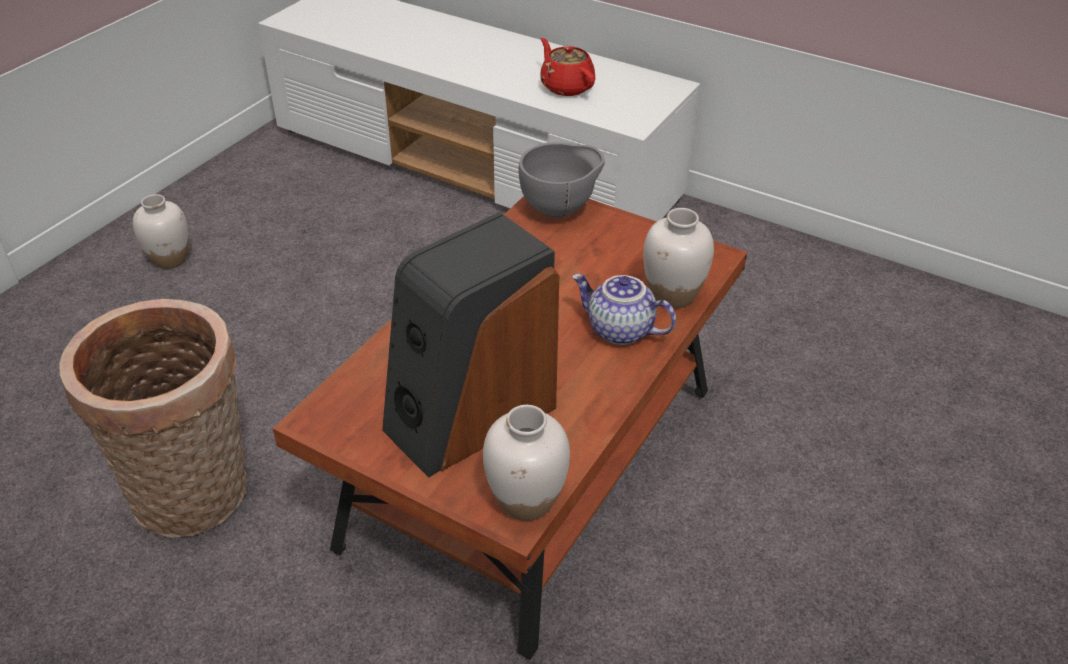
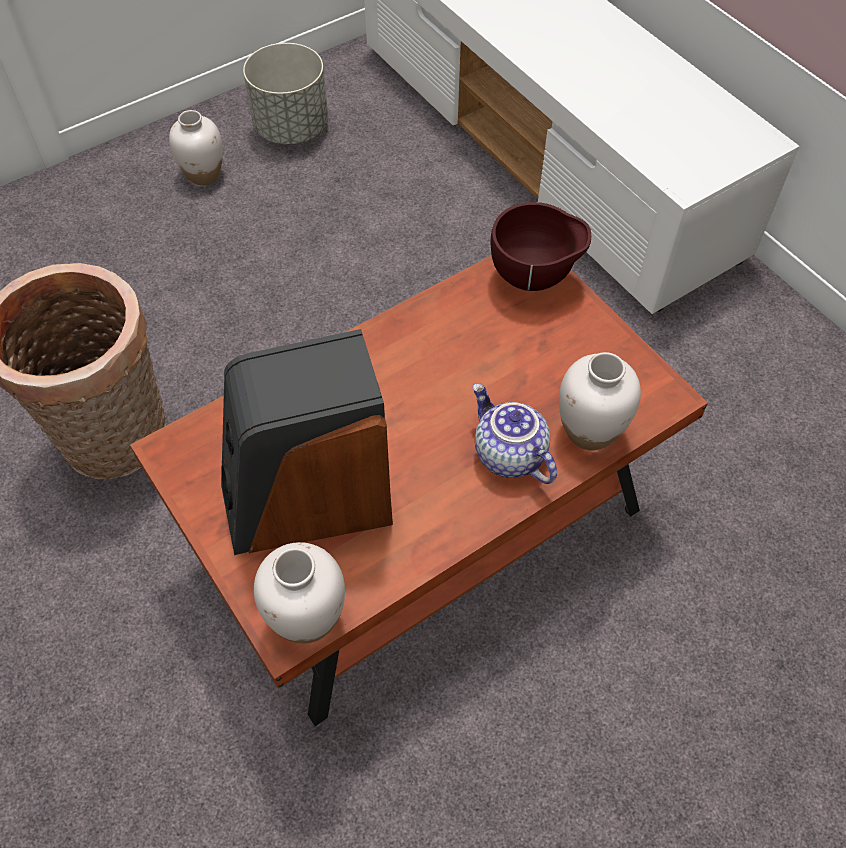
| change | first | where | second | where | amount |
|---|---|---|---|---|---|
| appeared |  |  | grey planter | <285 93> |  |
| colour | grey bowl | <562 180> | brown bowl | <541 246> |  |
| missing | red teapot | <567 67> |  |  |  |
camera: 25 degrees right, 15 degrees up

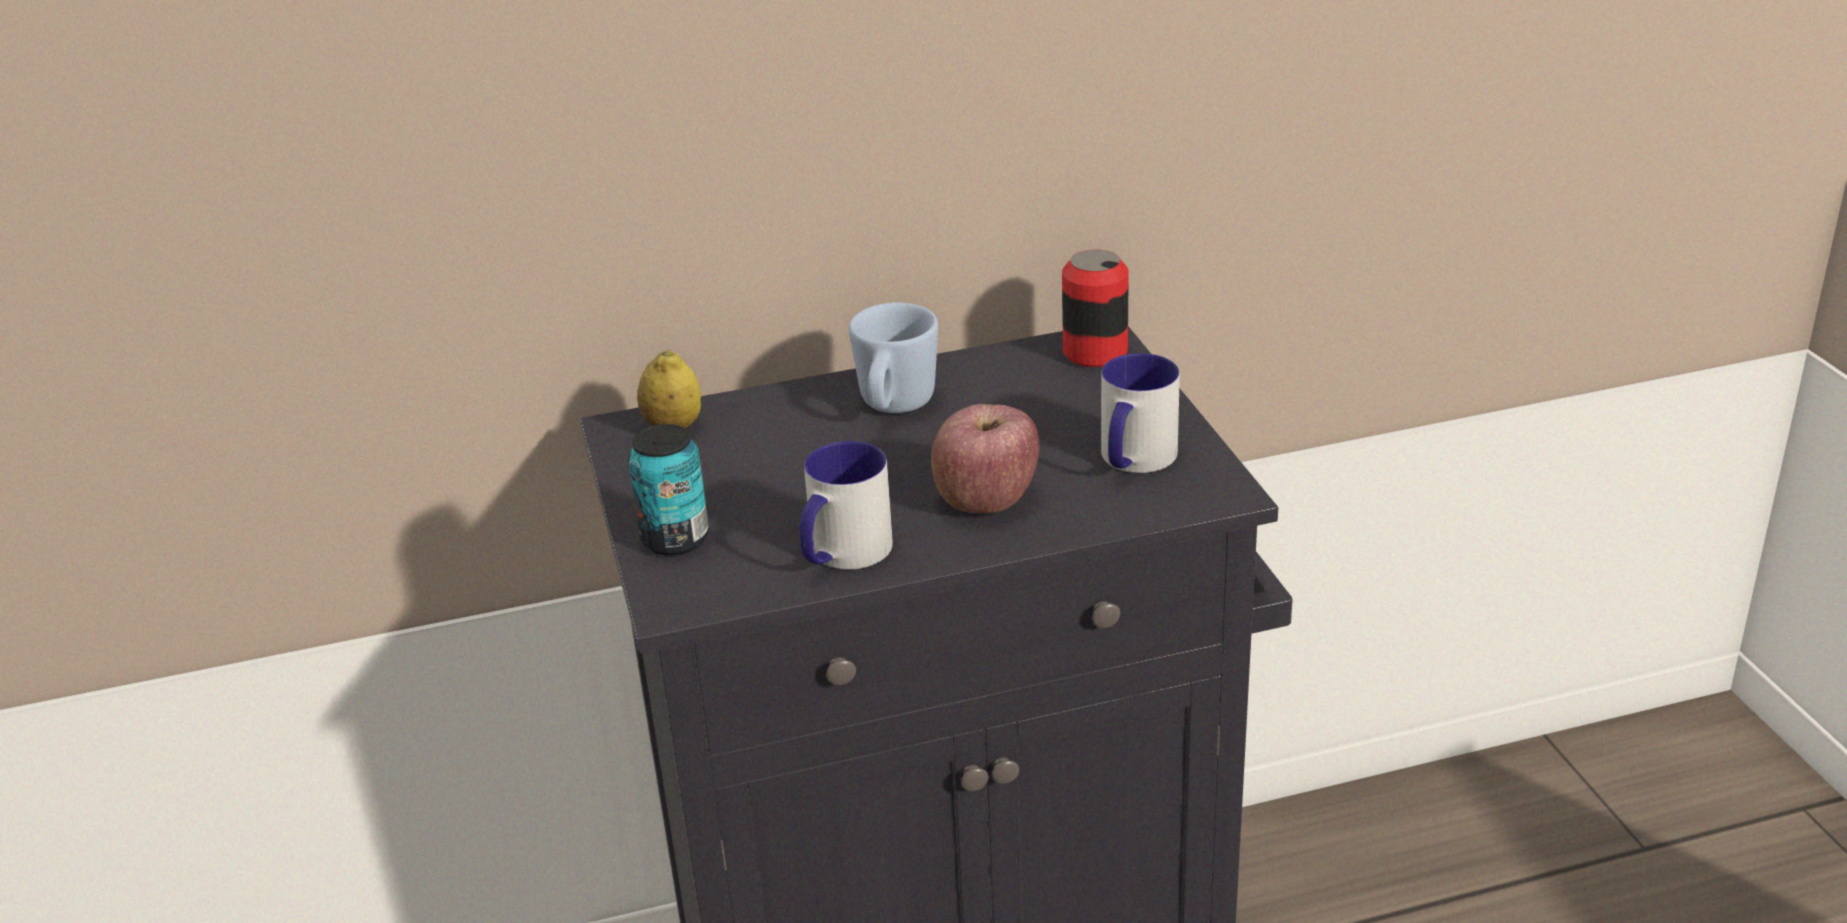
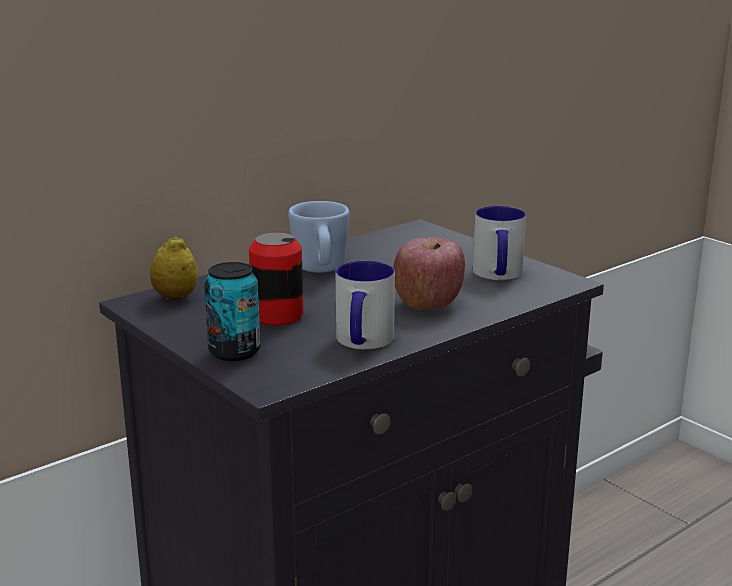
| change | first | where | second | where | amount |
|---|---|---|---|---|---|
| relocated | can | <1095 308> |  | <276 279> |  |
camera: 25 degrees left, 10 degrees down

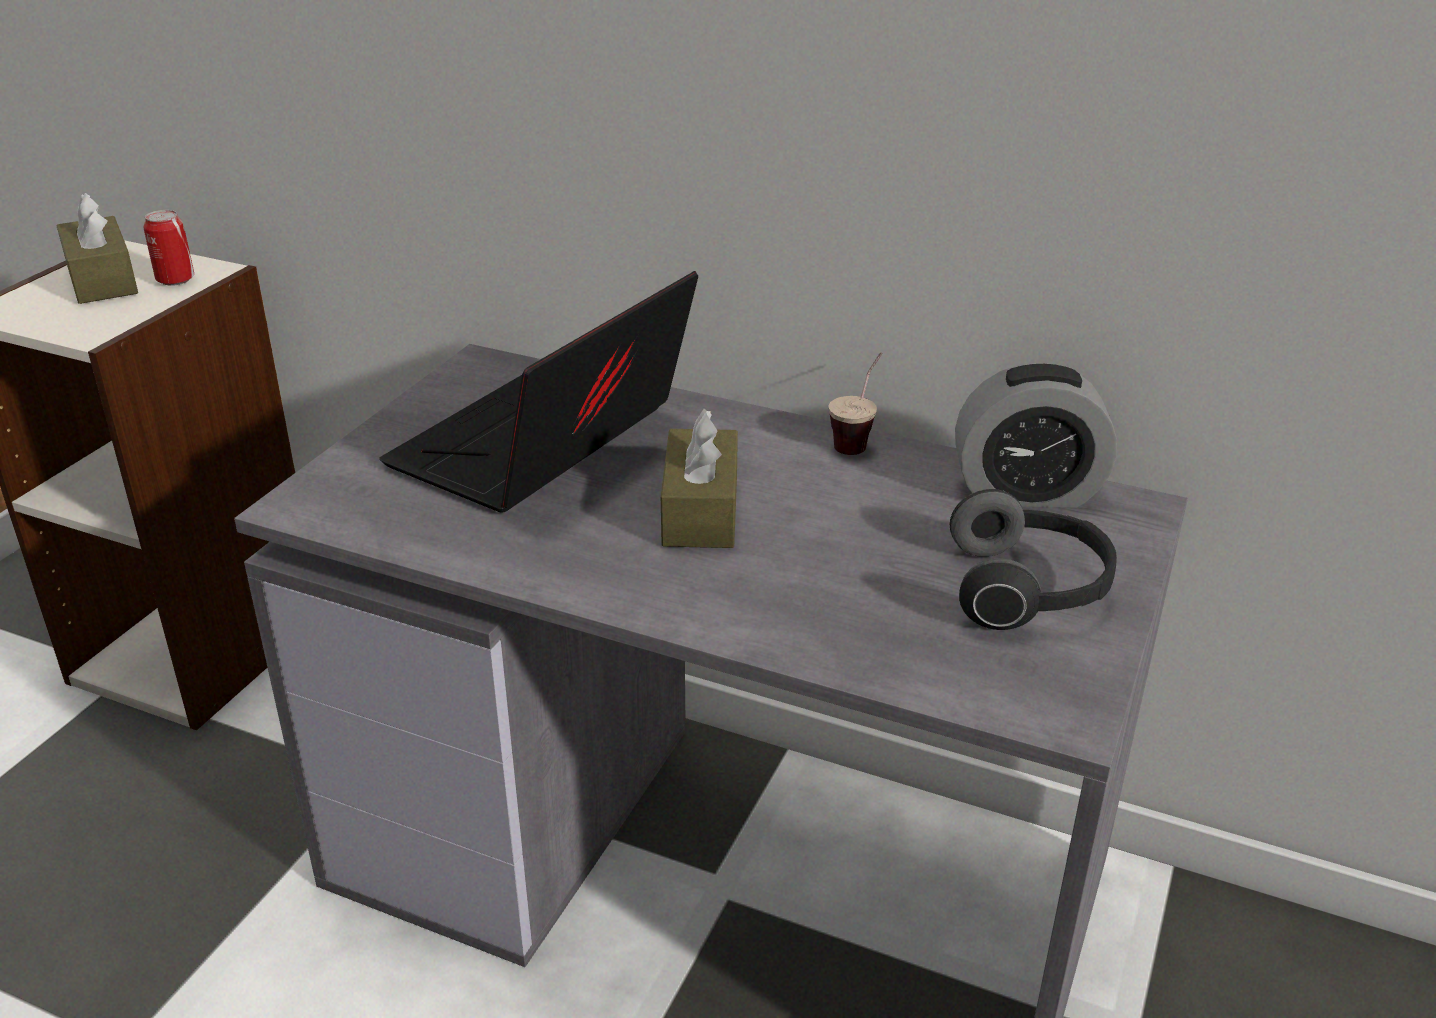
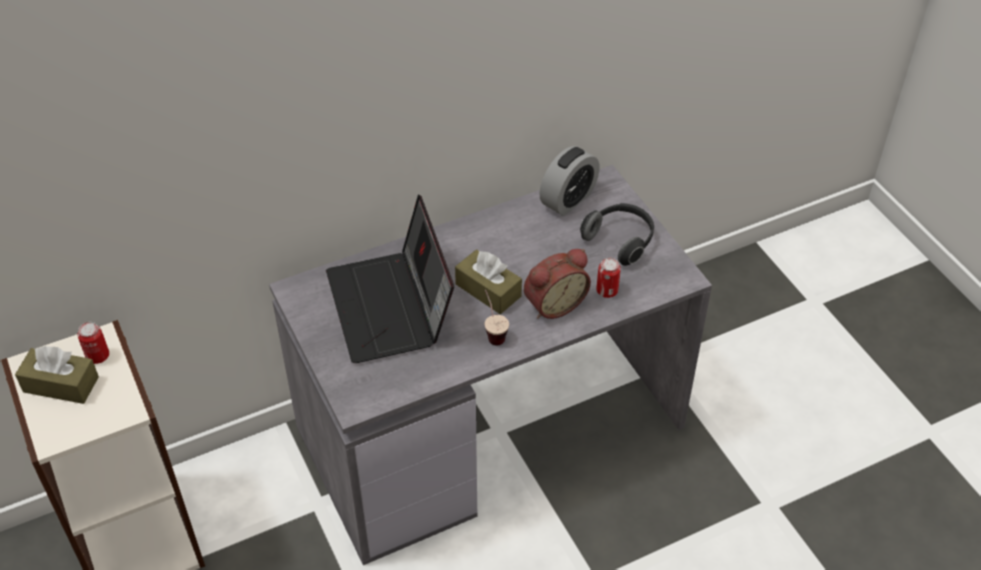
| change | first | where | second | where | amount |
|---|---|---|---|---|---|
| relocated | cup | <855 403> |  | <496 318> |  |
| appeared |  |  | alarm clock | <557 284> |  |
| appeared |  |  | can | <608 278> |  |
camera: 50 degrees left, 15 degrees up

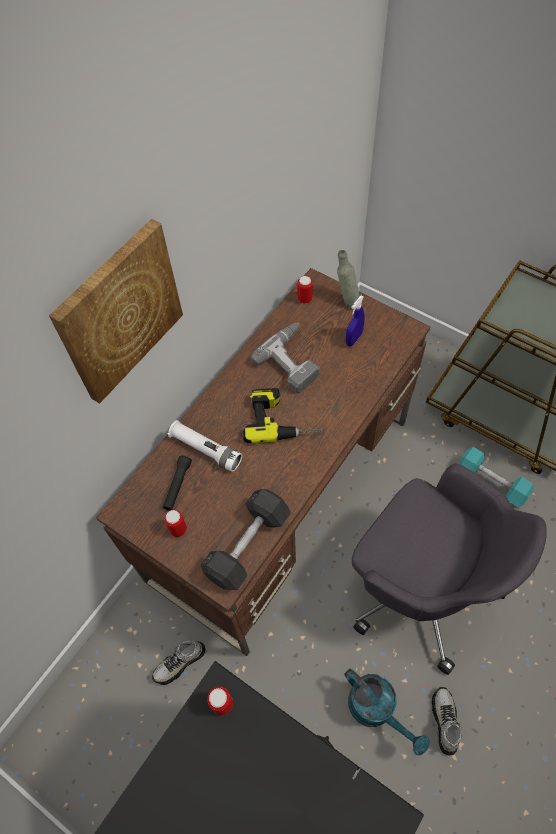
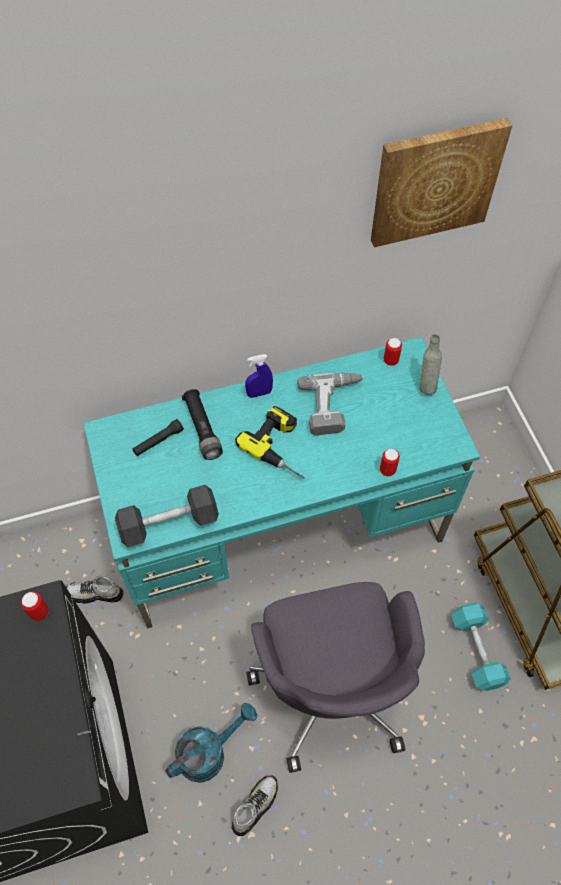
| change | first | where | second | where | amount |
|---|---|---|---|---|---|
| colour | brown desk | <263 462> | turquoise desk | <281 482> |  |
| spun | turquoise watering can | <387 712> |  | <211 743> | 120 degrees counterclockwise |
| colour | white flashlight | <205 446> | black flashlight | <202 424> |  |
| relocated | blue spray bottle | <355 321> |  | <259 376> |  |
| relocated | picture | <116 311> |  | <442 182> |  |
| relocated | can | <175 523> |  | <390 462> |  |
camera: 35 degrees right, 0 degrees up

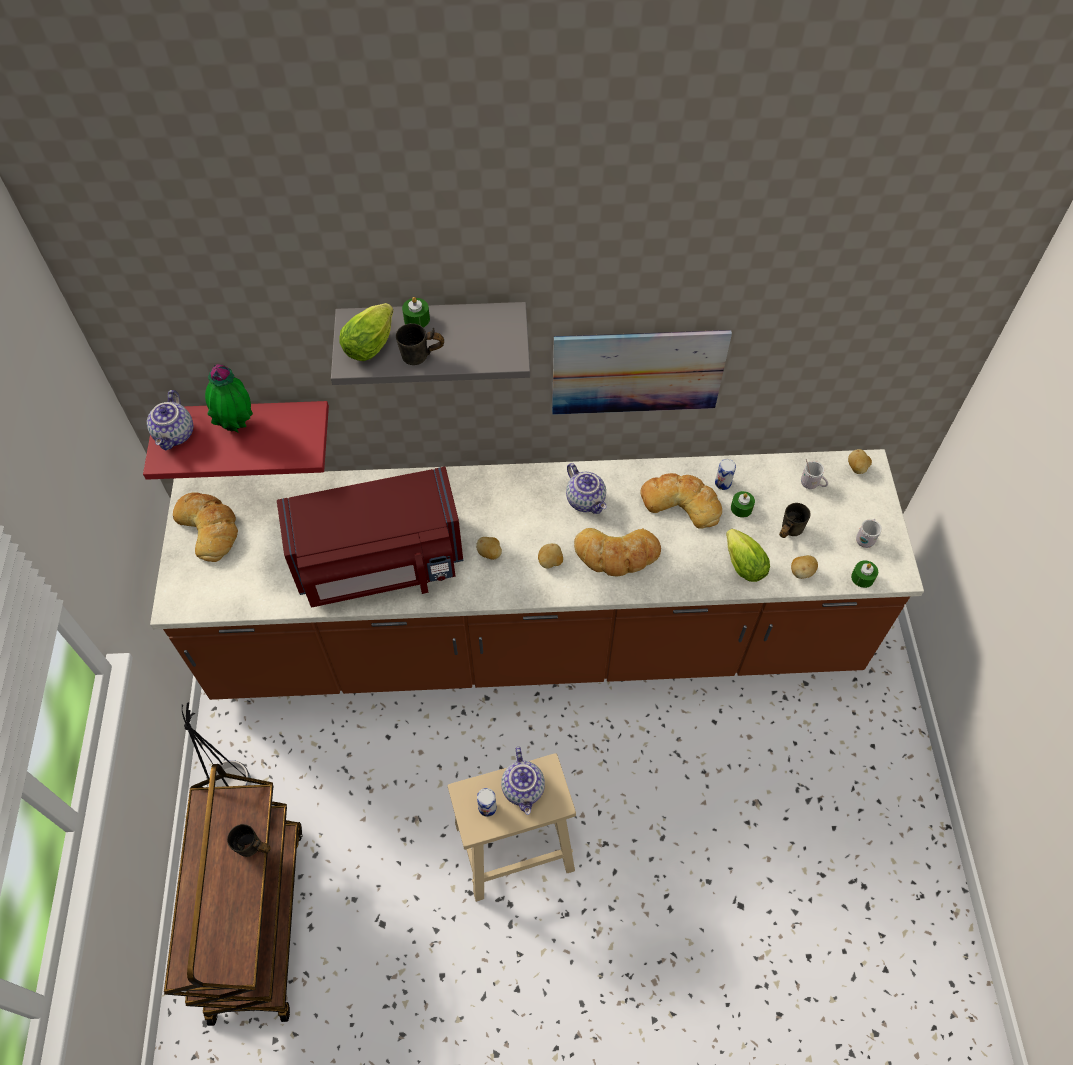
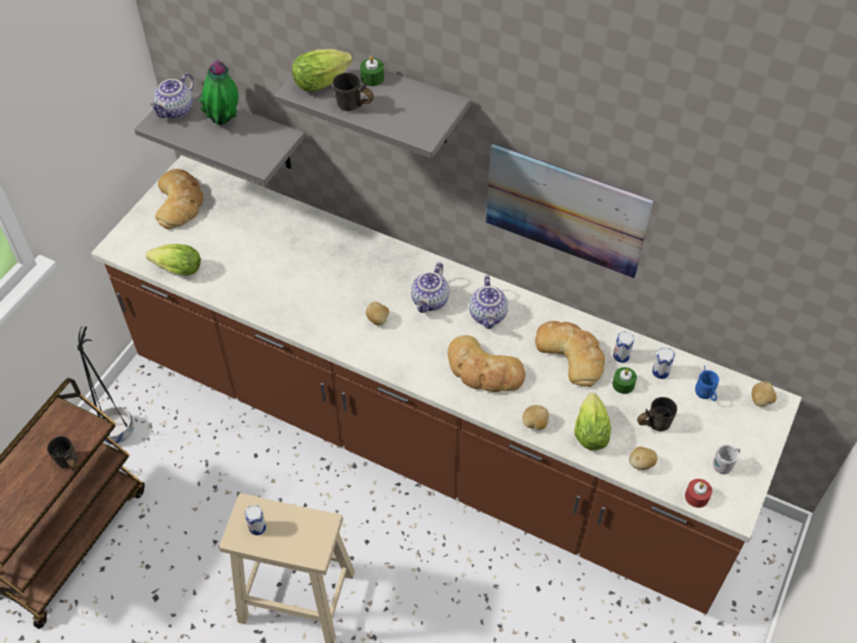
| change | first | where | second | where | amount |
|---|---|---|---|---|---|
| colour | red shelf | <236 440> | grey shelf | <219 138> |  |
| appeared |  |  | lettuce | <173 260> |  |
| relocated | teapot | <523 781> |  | <430 287> |  |
| relocated | potato | <550 556> |  | <535 417> |  |
| appeared |  |  | can | <663 363> |  |
| colour | green candle | <864 574> | red candle | <698 493> |  |
| colour | white mug | <814 474> | blue mug | <707 383> |  |
| missing | red microwave | <370 537> |  |  |  |
camera: 30 degrees right, 5 degrees down

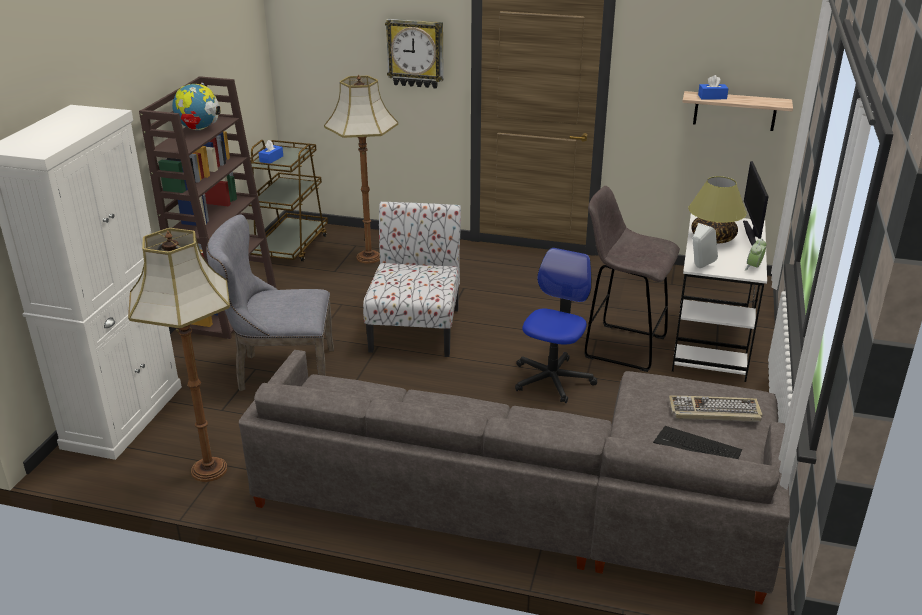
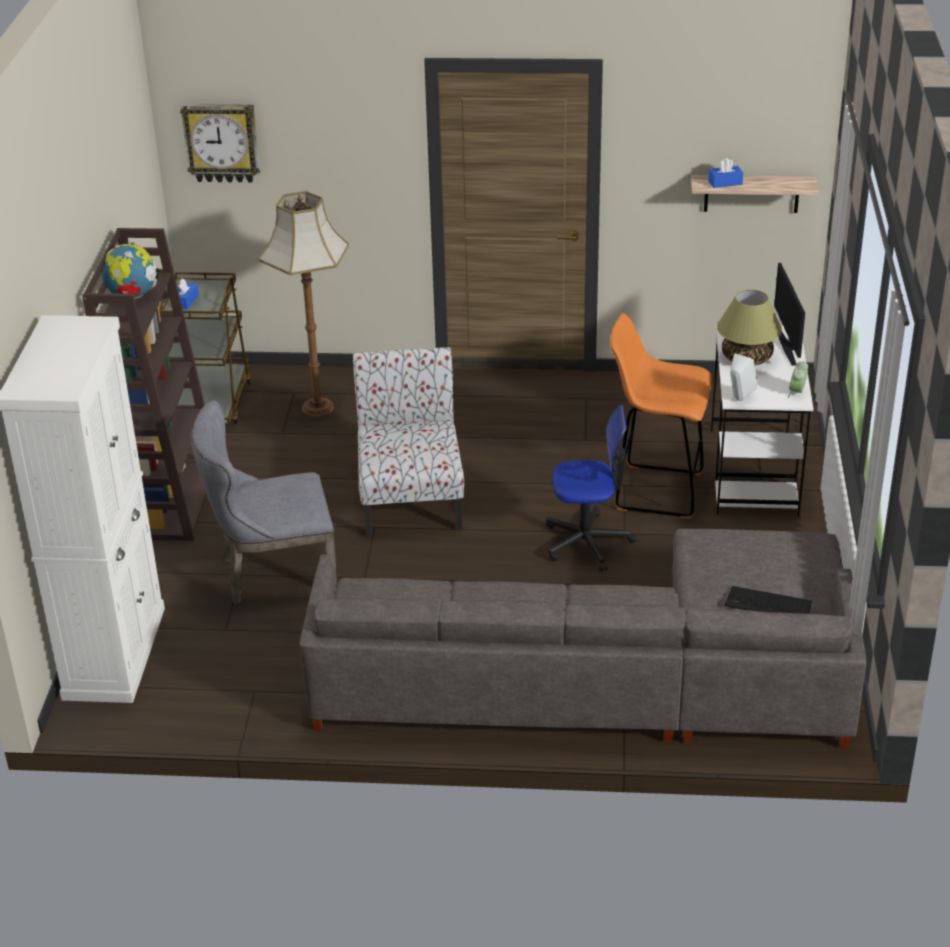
| change | first | where | second | where | amount |
|---|---|---|---|---|---|
| relocated | wall clock | <414 53> |  | <220 143> |  |
| spun | office chair | <556 325> |  | <591 488> | 75 degrees clockwise |
| colour | grey stool | <632 279> | orange stool | <661 416> |  |
| missing | floor lamp | <179 355> |  |  |  |
| missing | keyboard | <716 408> |  |  |  |
camera: 10 degrees left, 5 degrees up

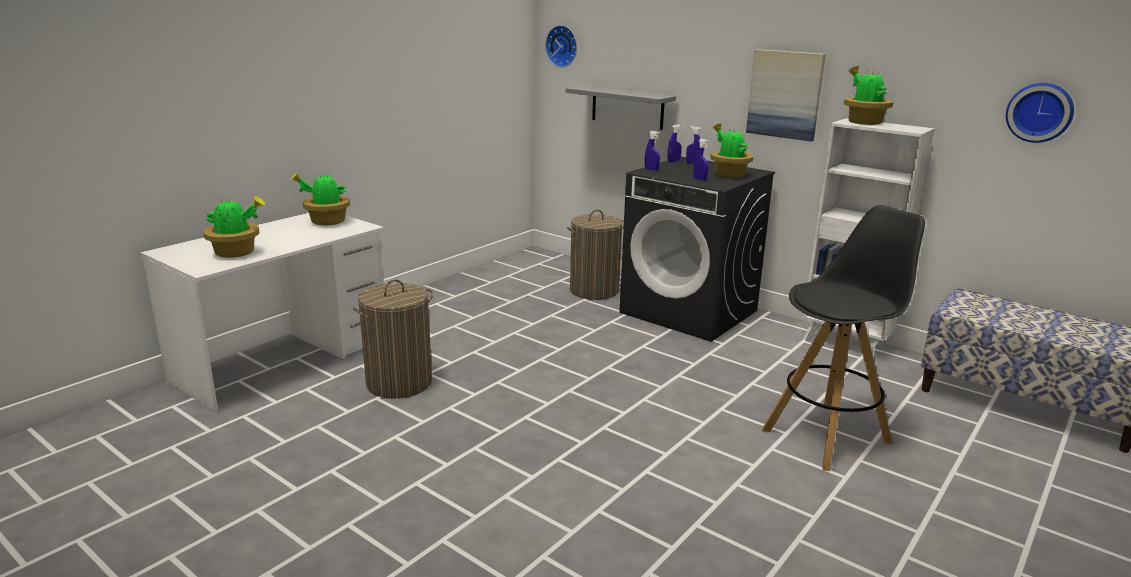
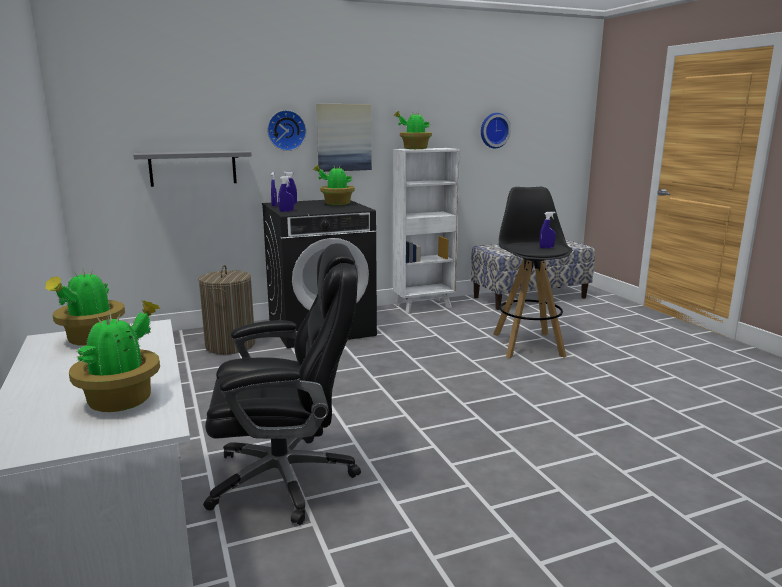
| change | first | where | second | where | amount |
|---|---|---|---|---|---|
| exchanged | laundry basket | <393 339> | black office chair | <282 384> |  |
| relocated | wall clock | <561 46> |  | <286 130> |  |
| relocated | blue spray bottle | <701 160> |  | <548 230> |  |
camera: 60 degrees left, 5 degrees down

